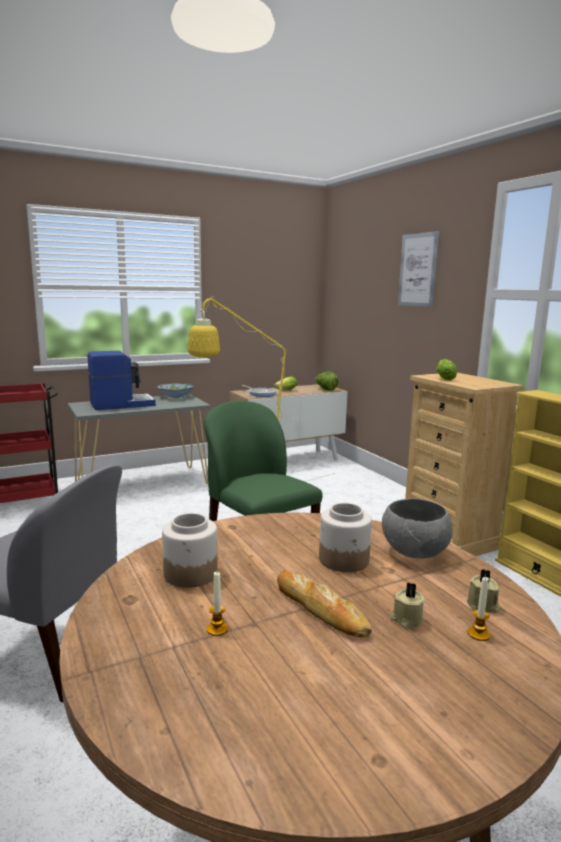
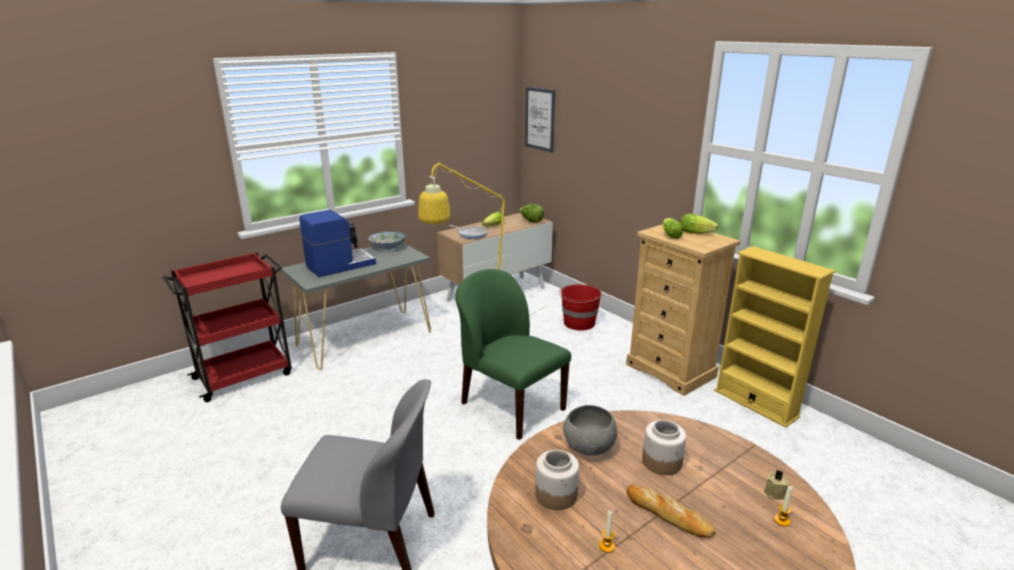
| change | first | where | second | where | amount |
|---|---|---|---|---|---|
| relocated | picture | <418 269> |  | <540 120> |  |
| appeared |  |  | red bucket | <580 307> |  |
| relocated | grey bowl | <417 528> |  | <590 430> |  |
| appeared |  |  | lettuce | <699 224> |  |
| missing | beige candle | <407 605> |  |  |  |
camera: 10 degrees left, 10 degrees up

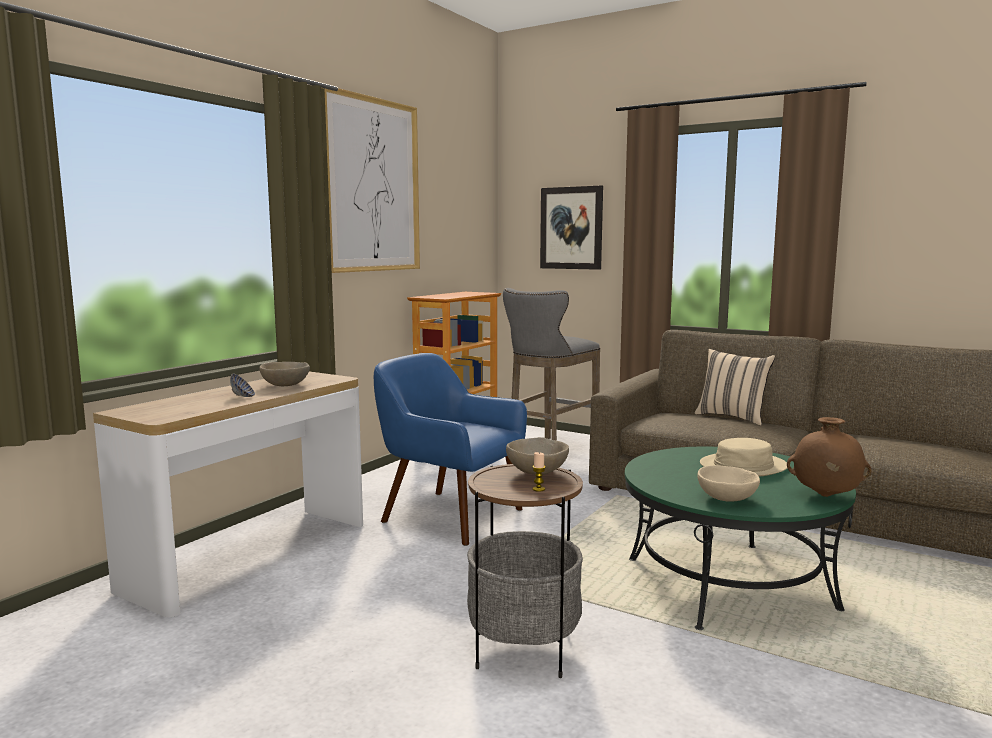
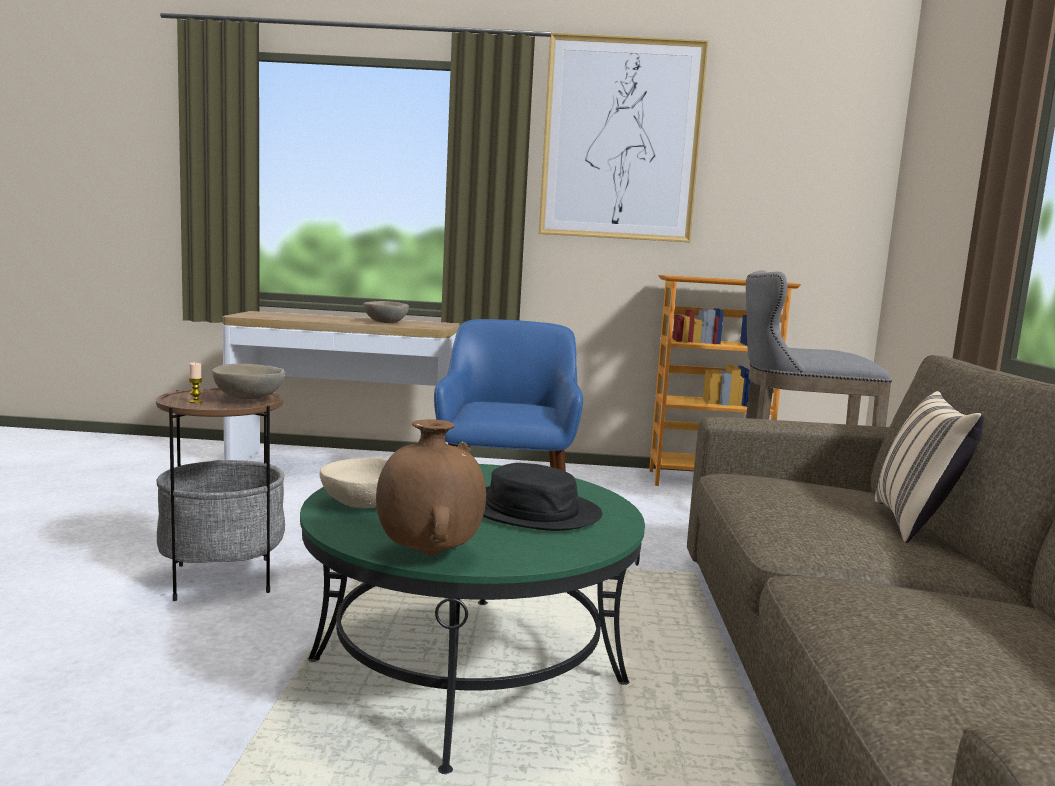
| change | first | where | second | where | amount |
|---|---|---|---|---|---|
| colour | beige hat | <743 457> | black hat | <542 497> |  |
| missing | bowl | <242 385> |  |  |  |
| missing | picture | <571 227> |  |  |  |
camera: 60 degrees right, 0 degrees up

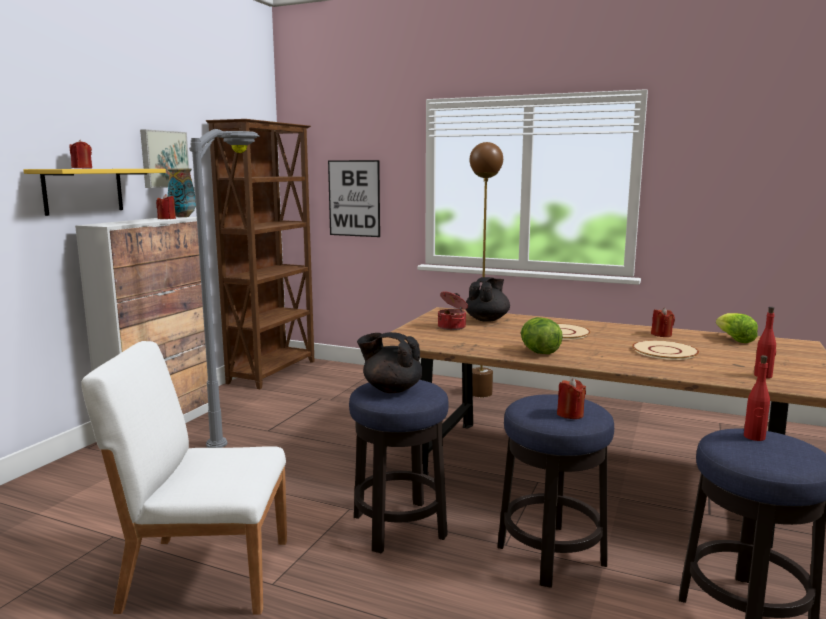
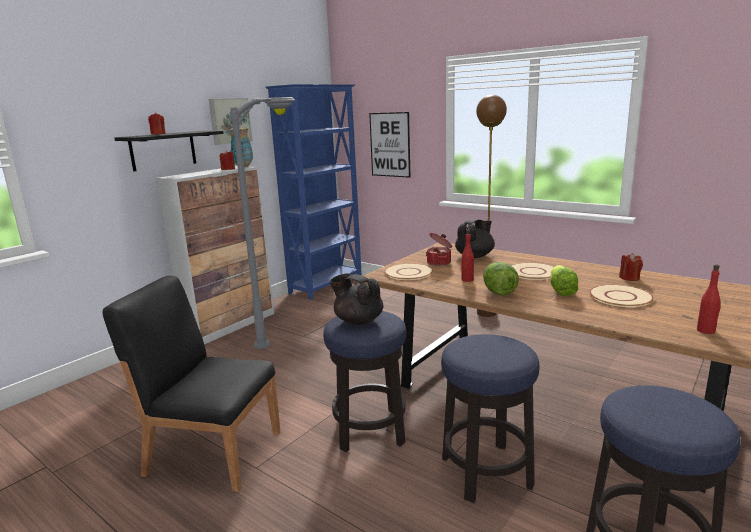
| change | first | where | second | where | amount |
|---|---|---|---|---|---|
| colour | white chair | <184 478> | black chair | <191 383> |  |
| colour | yellow shelf | <94 192> | black shelf | <169 151> |  |
| colour | brown bookcase | <260 254> | blue bookcase | <313 192> |  |
| appeared |  |  | beige plate | <408 271> |  |
| relocated | red bottle | <757 398> |  | <467 256> |  |
| relocated | lettuce | <737 328> |  | <564 280> |  |
| missing | red candle | <571 398> |  |  |  |
camera: 15 degrees right, 5 degrees up

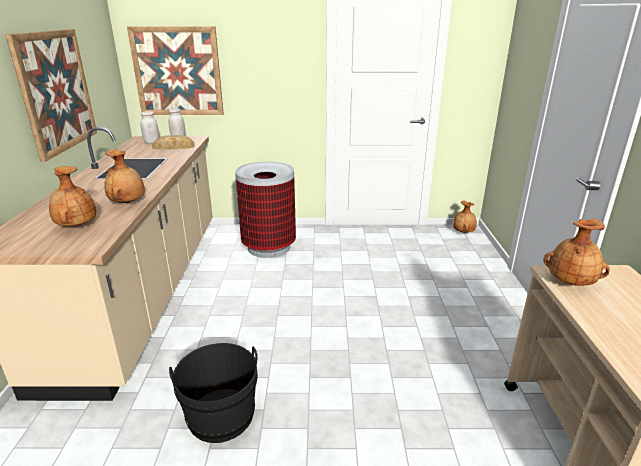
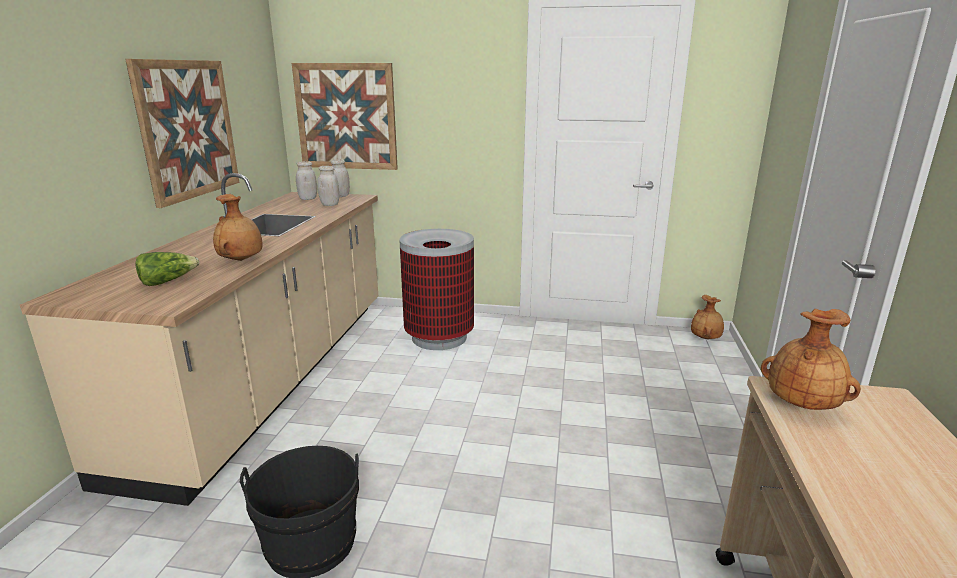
| change | first | where | second | where | amount |
|---|---|---|---|---|---|
| exchanged | brown vase | <72 196> | lettuce | <167 269> |  |
| exchanged | bread | <173 142> | white jar | <328 186> |  |
camera: 10 degrees right, 5 degrees down

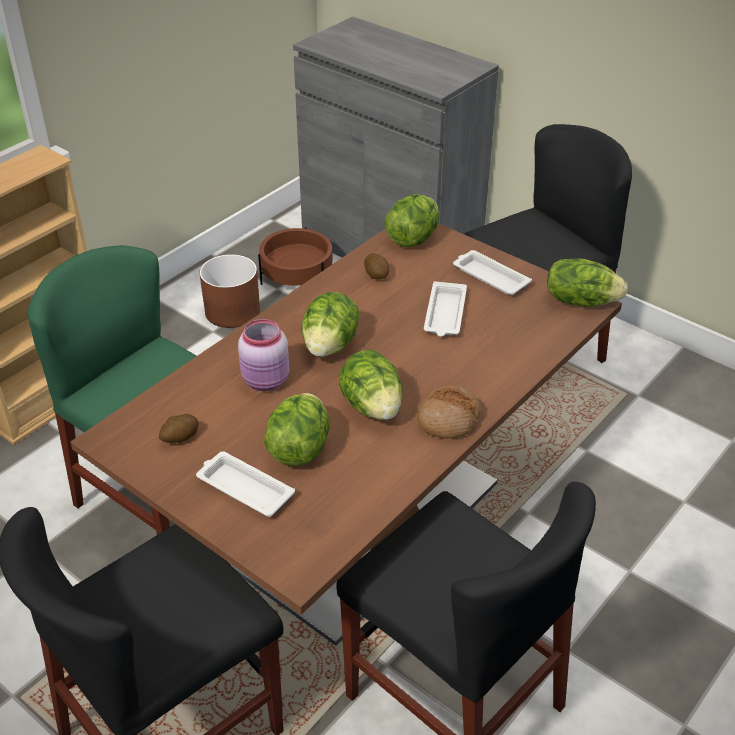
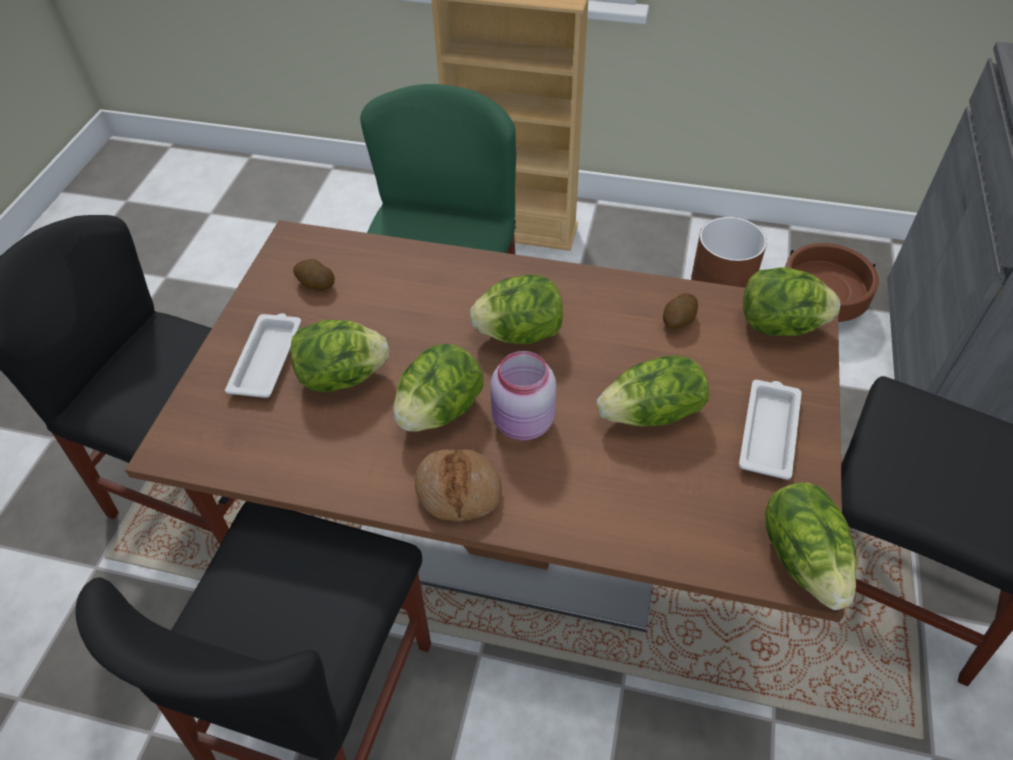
| change | first | where | second | where | amount |
|---|---|---|---|---|---|
| relocated | pink jar | <263 355> |  | <523 396> |  |
| exchanged | white tray | <445 309> | lettuce | <653 391> |  |
camera: 65 degrees right, 10 degrees up

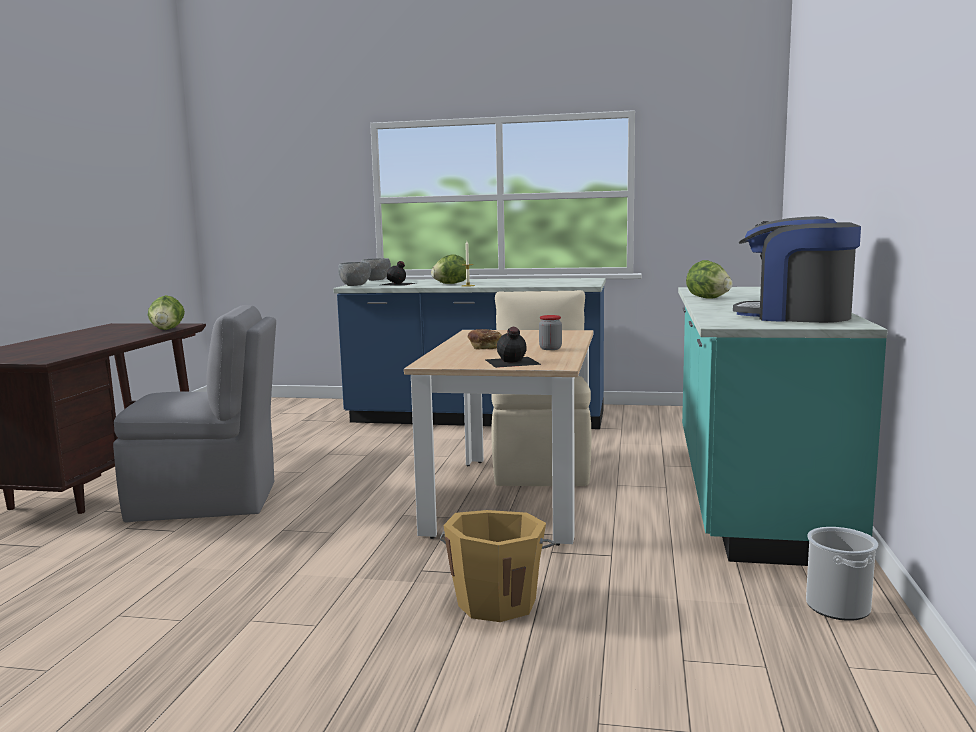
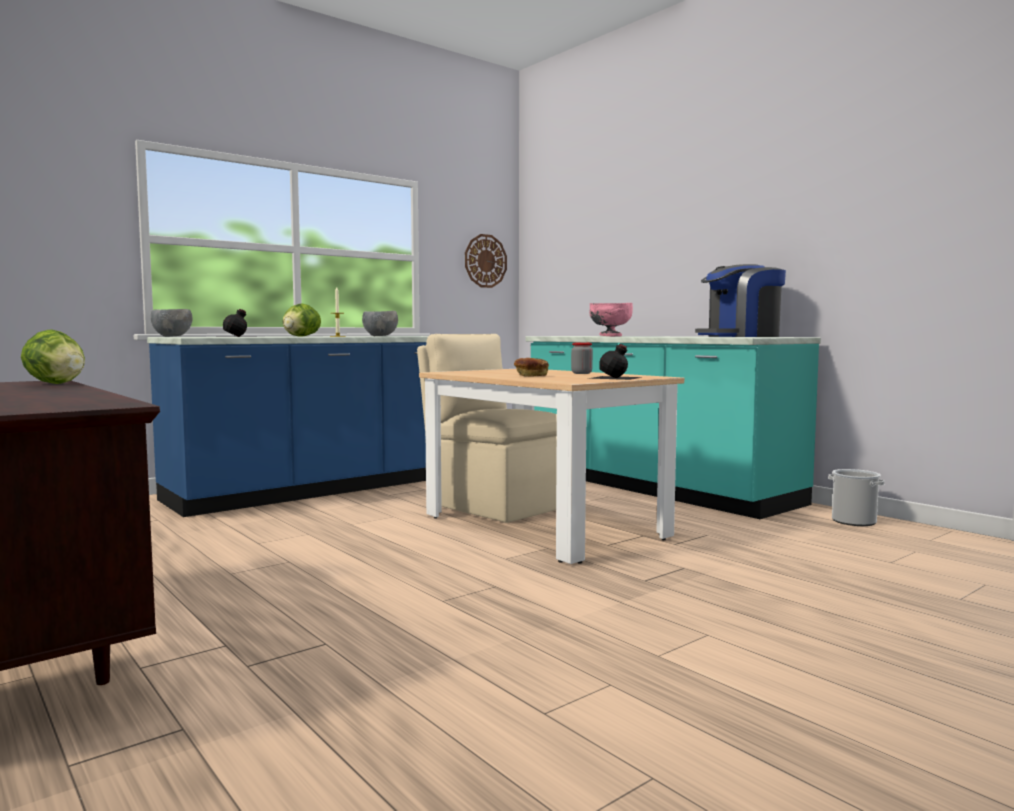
| change | first | where | second | where | amount |
|---|---|---|---|---|---|
| relocated | grey bowl | <354 274> |  | <380 323> |  |
| appeared |  |  | wall clock | <486 261> |  |
| exchanged | lettuce | <709 279> | pink bowl | <611 319> |  |
| missing | grey chair | <194 414> |  |  |  |
| missing | orange bucket | <498 566> |  |  |  |
camera: 50 degrees left, 5 degrees down

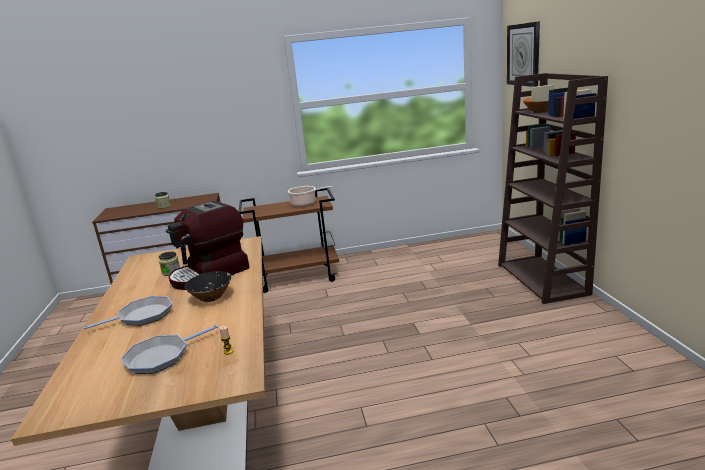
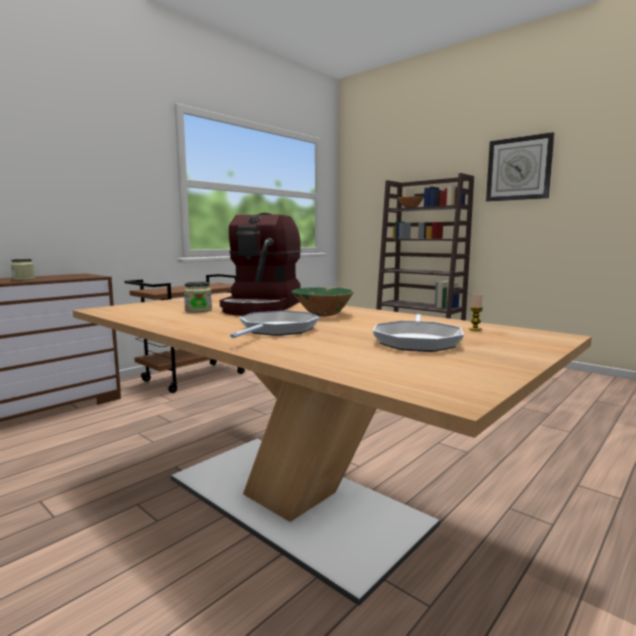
| change | first | where | second | where | amount |
|---|---|---|---|---|---|
| colour | black bowl | <207 286> | green bowl | <323 302> |  |
| relocated | wall clock | <523 54> |  | <520 167> |  |
| missing | cooking pot | <310 196> |  |  |  |
camera: 40 degrees left, 10 degrees down

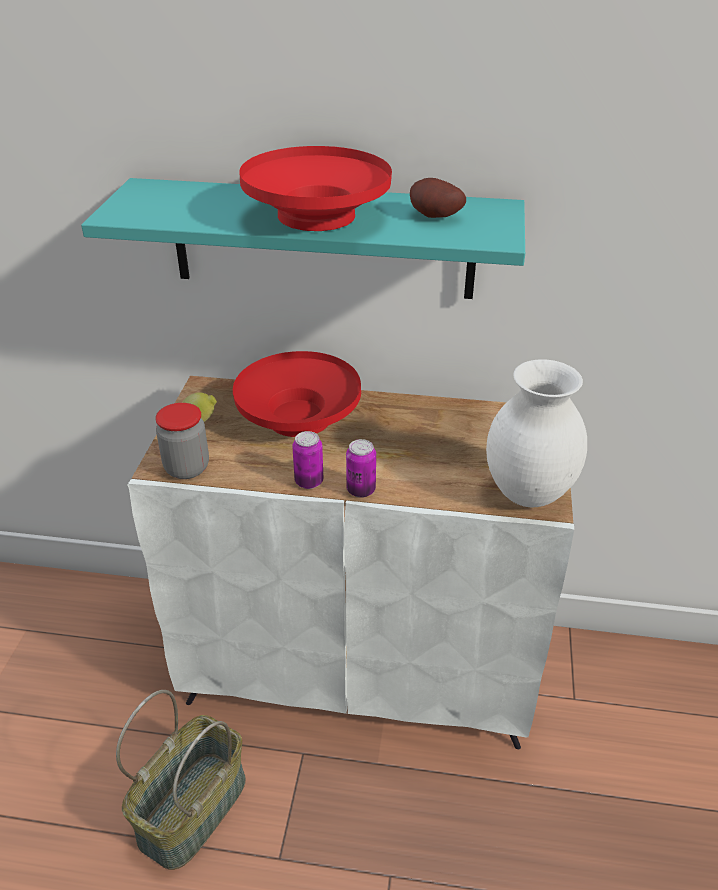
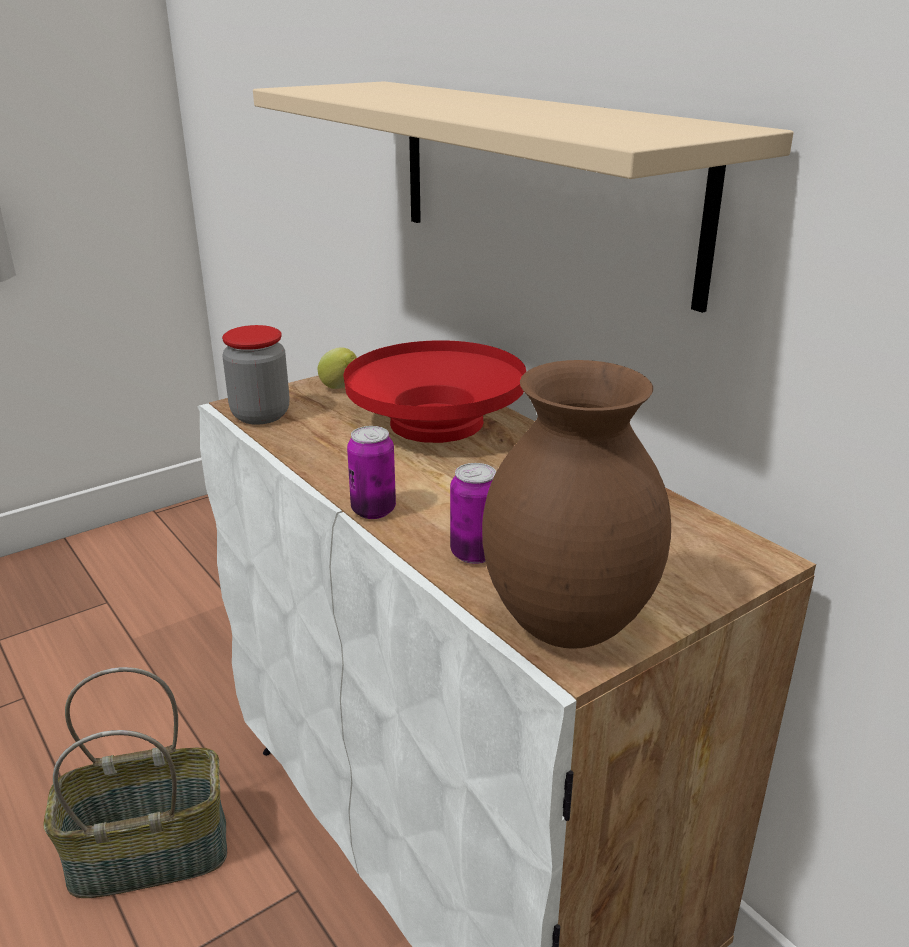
| change | first | where | second | where | amount |
|---|---|---|---|---|---|
| colour | turquoise shelf | <303 238> | beige shelf | <523 197> |  |
| relocated | can | <307 460> |  | <473 513> |  |
| colour | white vase | <536 433> | brown vase | <576 504> |  |
| missing | red bowl | <315 188> |  |  |  |
| missing | potato | <438 198> |  |  |  |
camera: 45 degrees right, 10 degrees down

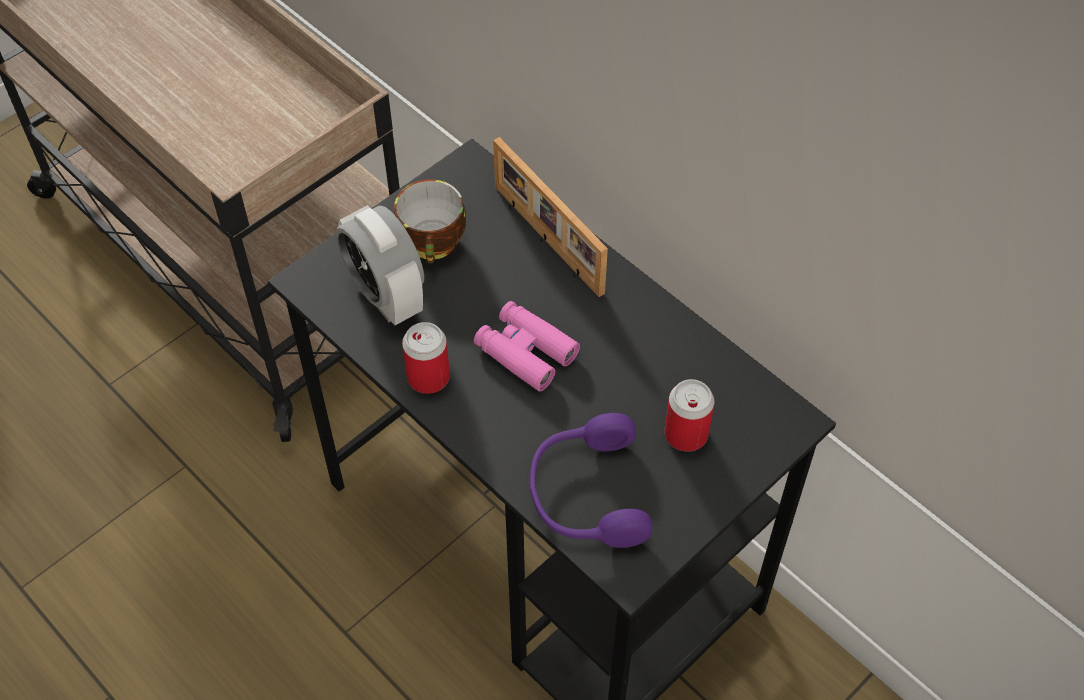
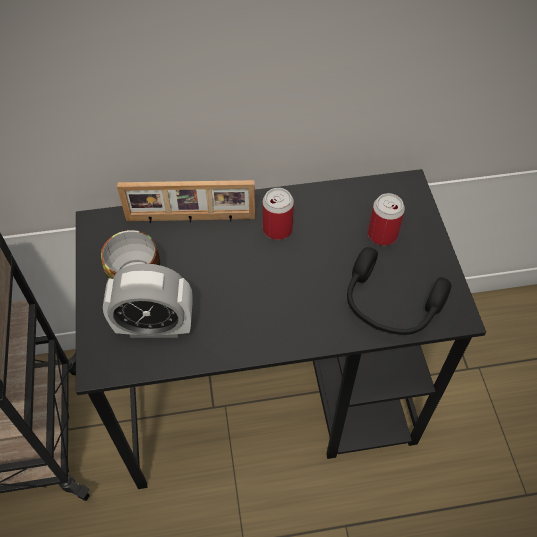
| change | first | where | second | where | amount |
|---|---|---|---|---|---|
| relocated | can | <426 358> |  | <278 214> |  |
| colour | purple headphones | <591 480> | black headphones | <399 291> |  |
| missing | pink binoculars | <527 346> |  |  |  |
camera: 55 degrees left, 0 degrees up

